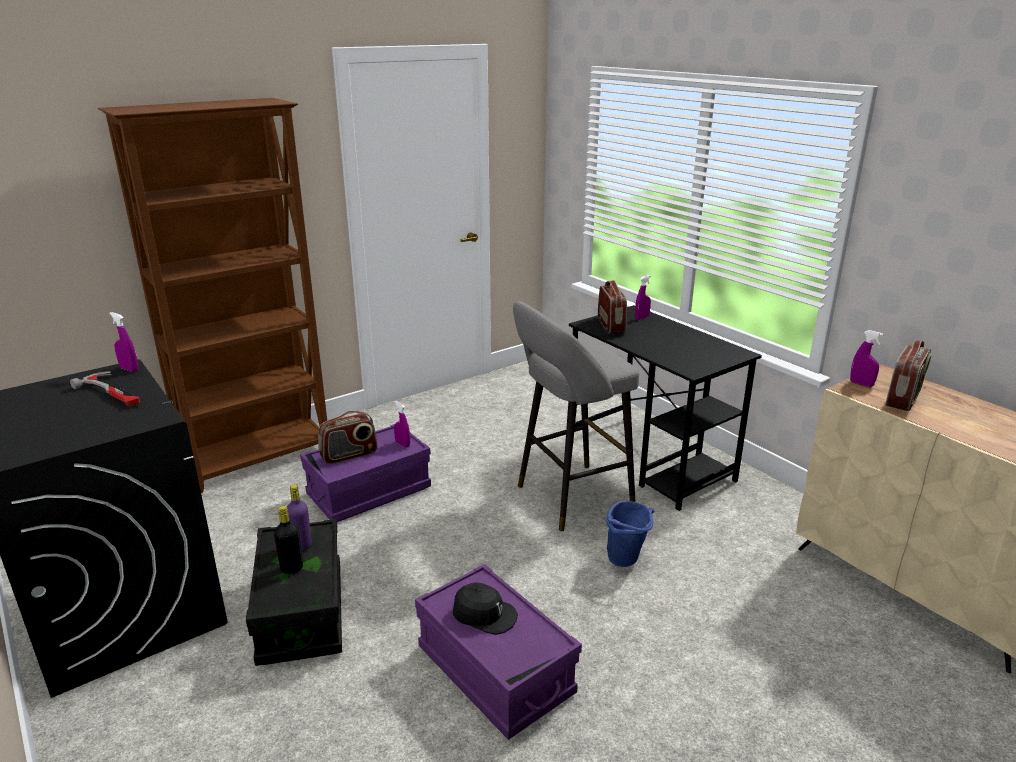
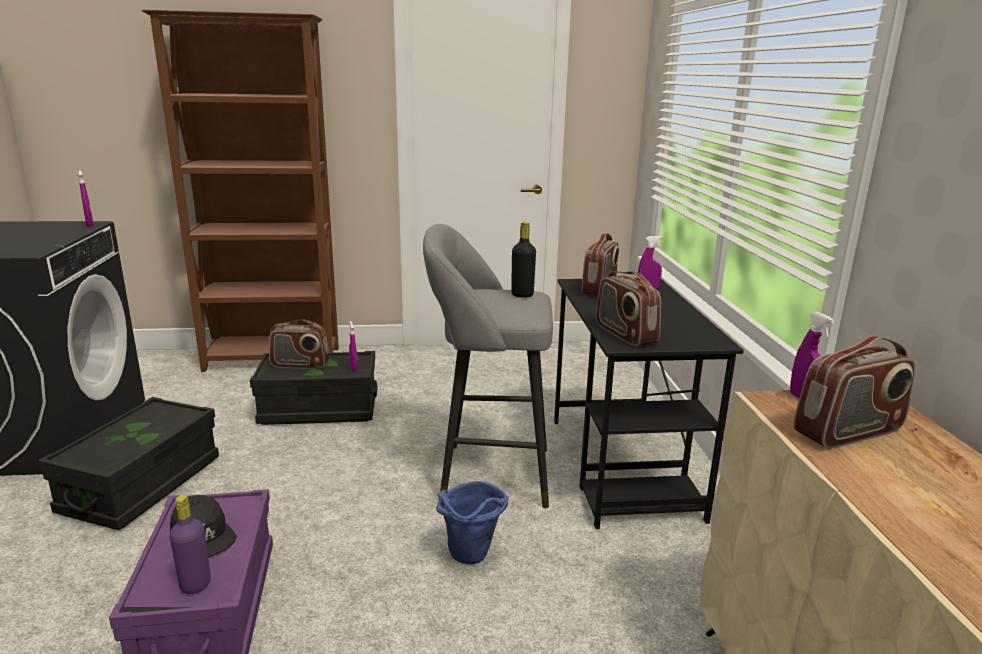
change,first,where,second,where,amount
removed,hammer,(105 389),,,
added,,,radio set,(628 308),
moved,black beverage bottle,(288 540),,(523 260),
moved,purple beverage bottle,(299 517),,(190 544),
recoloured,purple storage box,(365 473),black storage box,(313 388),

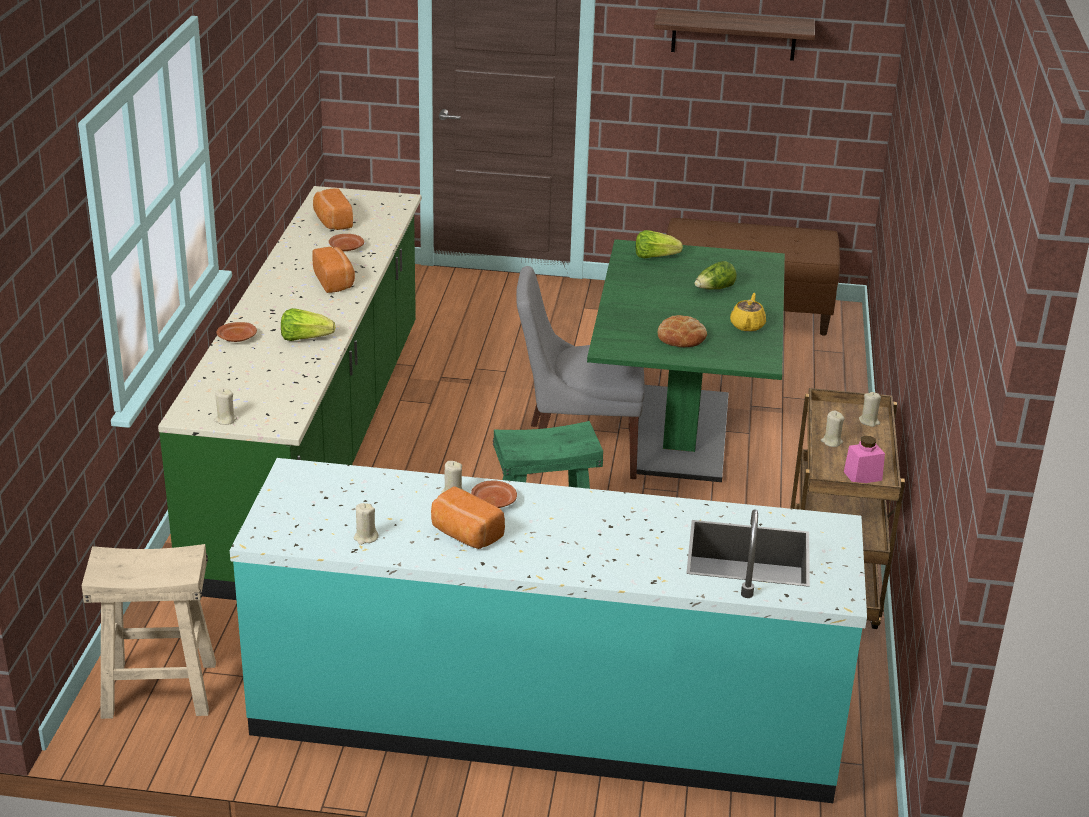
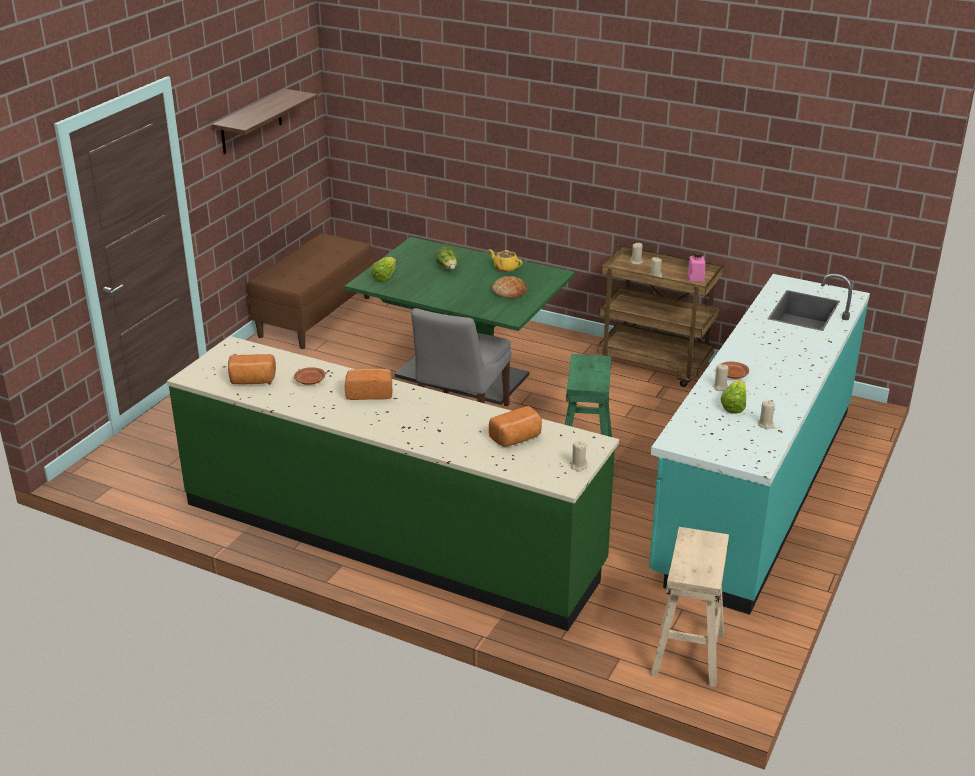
change,first,where,second,where,amount
removed,brown-coloured dinner plate,(237 332),,,
moved,lettuce,(308 324),,(733 397),
moved,bakery bread,(468 517),,(515 426),

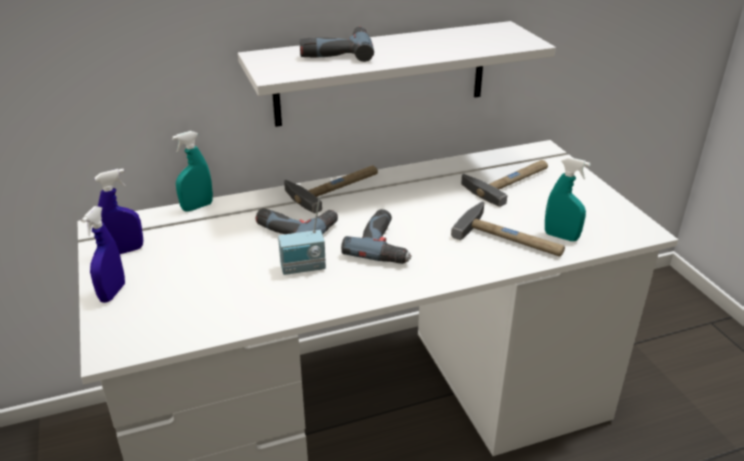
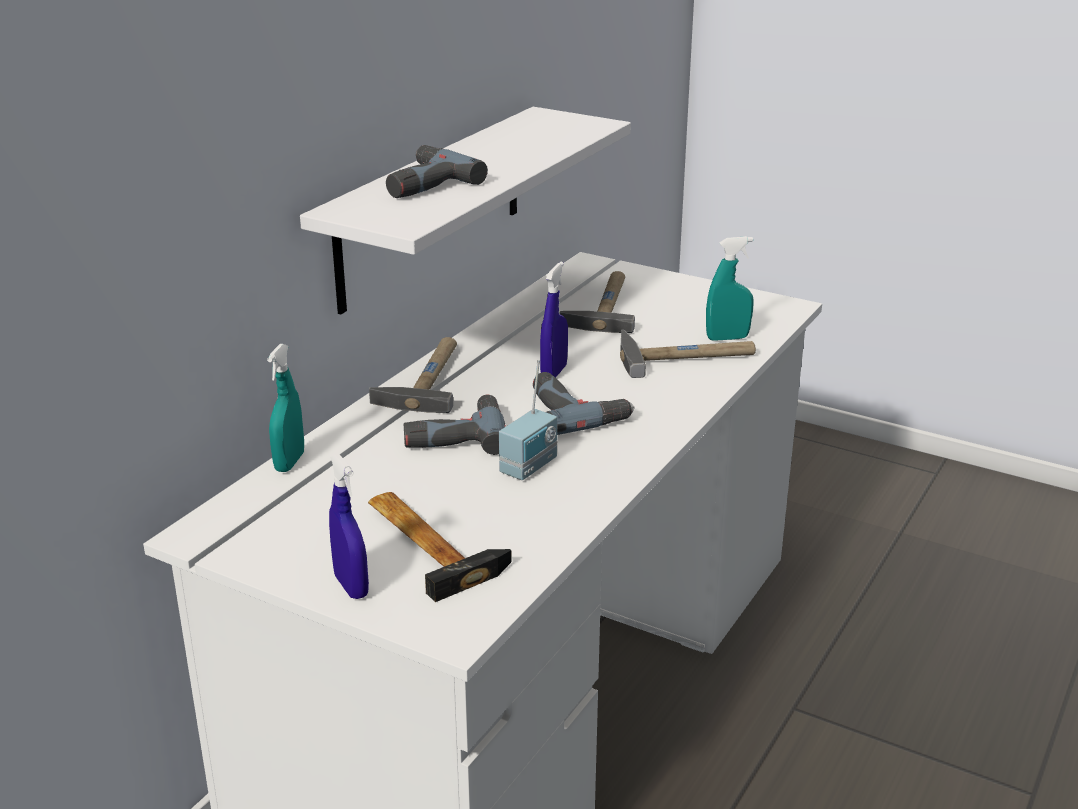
change,first,where,second,where,amount
added,,,hammer,(440 547),
moved,blue-coloured hand sprayer,(118 211),,(554 320),

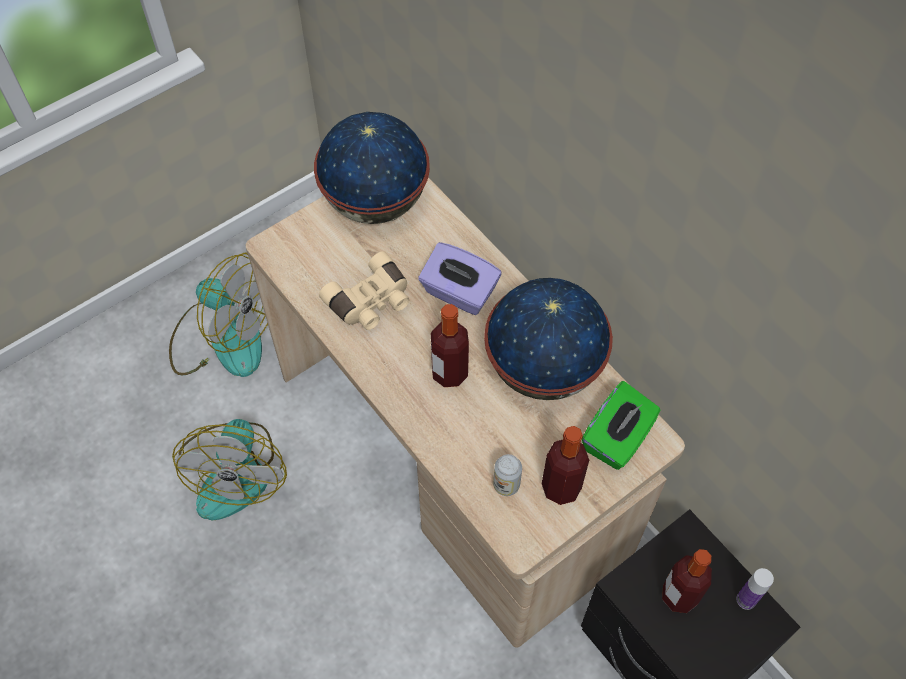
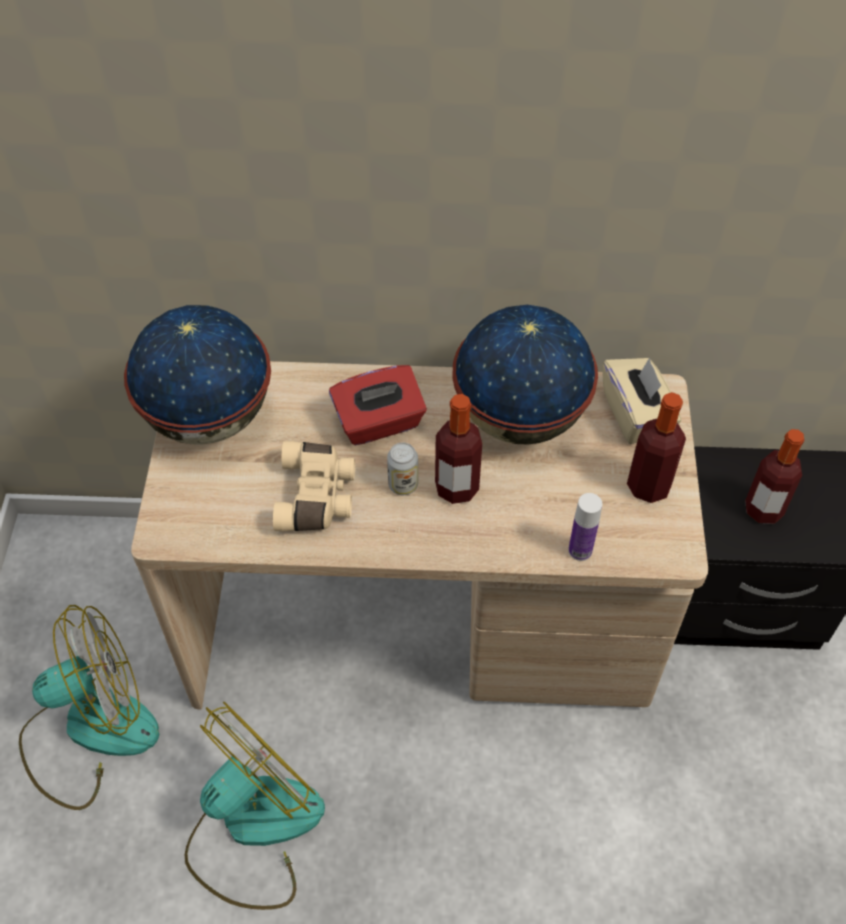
change,first,where,second,where,amount
moved,metal can,(507 475),,(402 468),
moved,beverage bottle,(755 589),,(585 527),
recoloured,purple tissue holder,(459 278),red-coloured tissue holder,(378 405),
recoloured,green-coloured tissue holder,(621 425),beige-coloured tissue holder,(642 401),
turned,cooling fan,(229 469),,(255 806),90 degrees counterclockwise

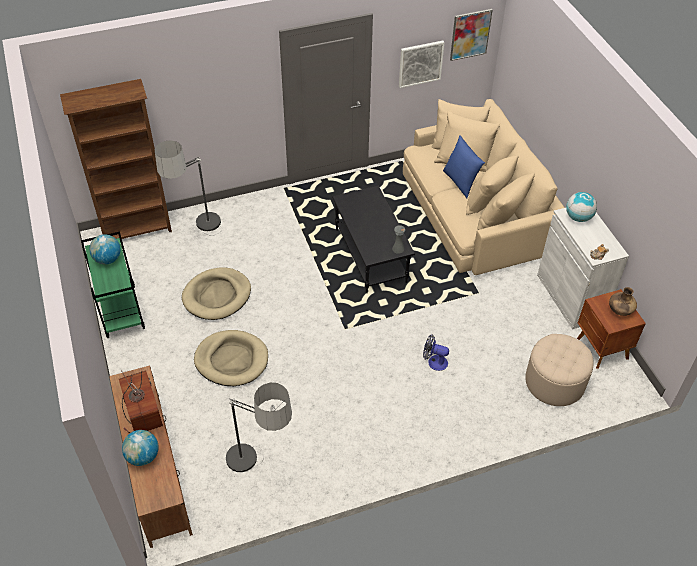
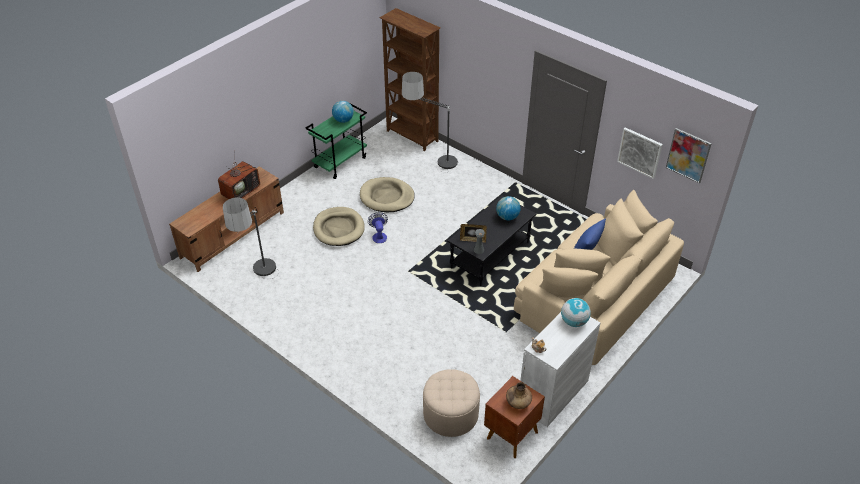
change,first,where,second,where,amount
added,,,standing frame,(473 233),
moved,globe,(140 448),,(508 208),
moved,cooling fan,(436 352),,(378 227),

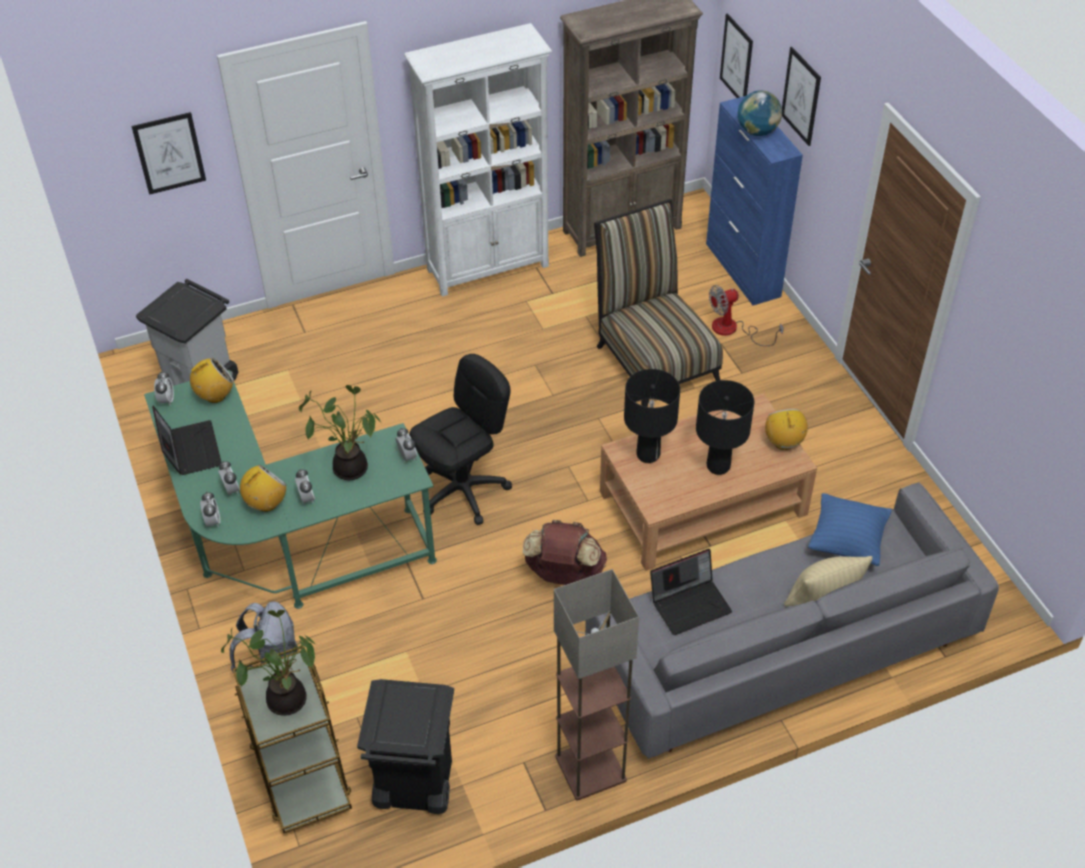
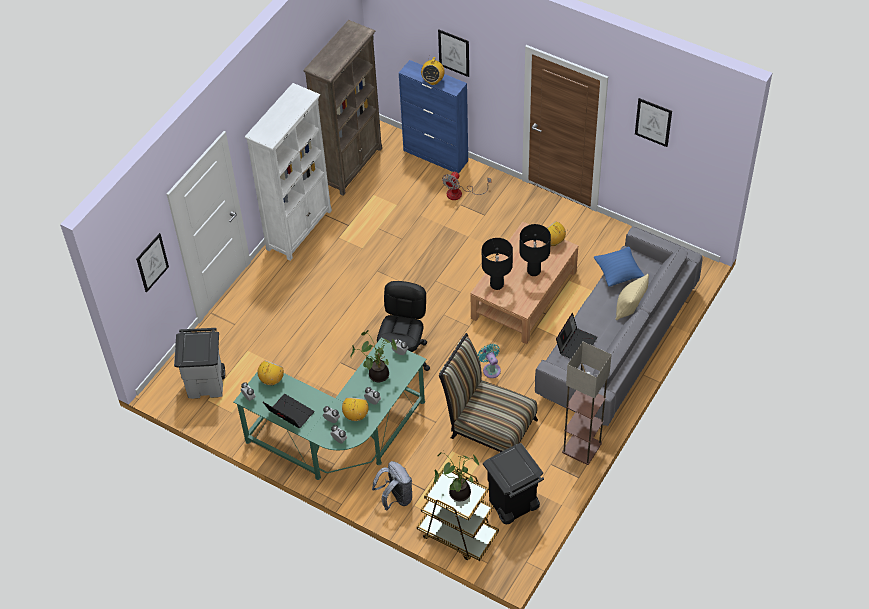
change,first,where,second,where,amount
moved,upright chair,(658 303),,(488 392),
moved,wall art,(736 55),,(653 122),
replaced,brown-coloured knapsack,(565 552),turquoise cooling fan,(489 361),
replaced,globe,(759 113),radio set,(433 71),

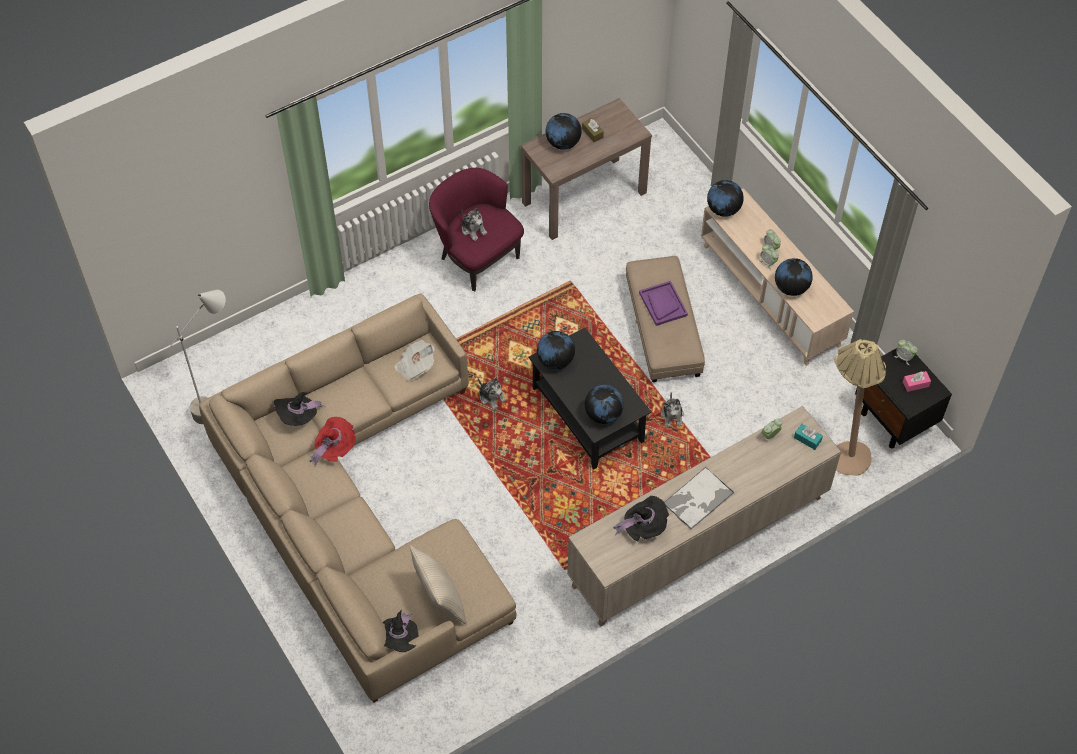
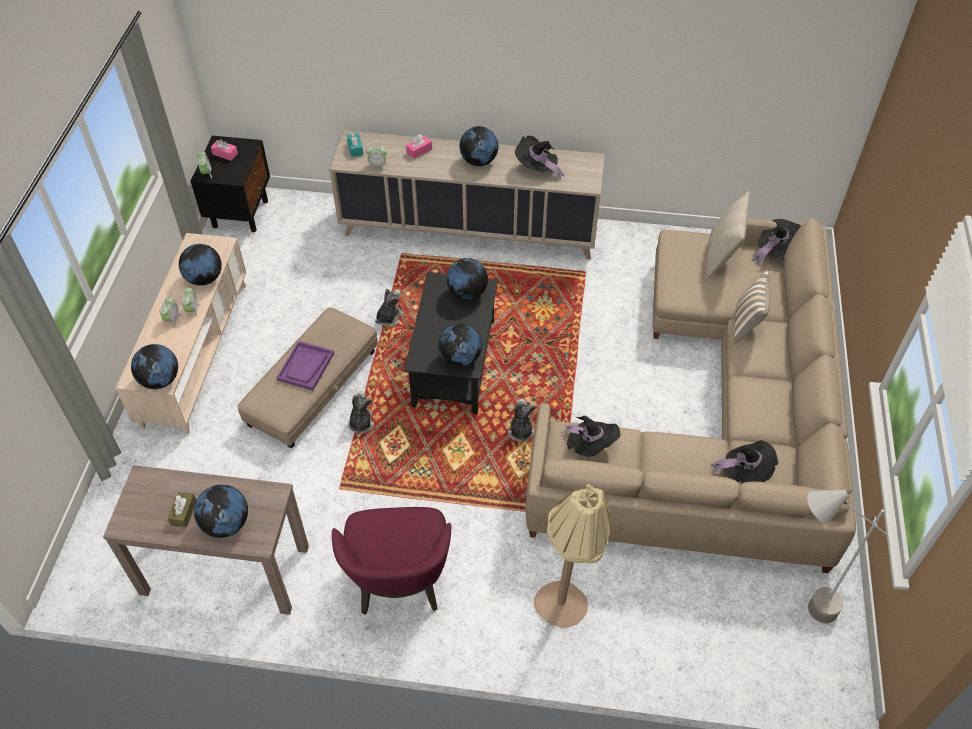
change,first,where,second,where,amount
removed,red-coloured clothing hat,(333 441),,,
added,,,pink tissue holder,(419 146),
added,,,pillow,(752 307),
moved,soft toy,(474 224),,(361 412),
moved,beige-coloured standing lamp,(860 407),,(572 556),
replaced,printed paper,(414 360),black clothing hat,(590 436),
replaced,serving tray,(699 498),globe,(478 146),

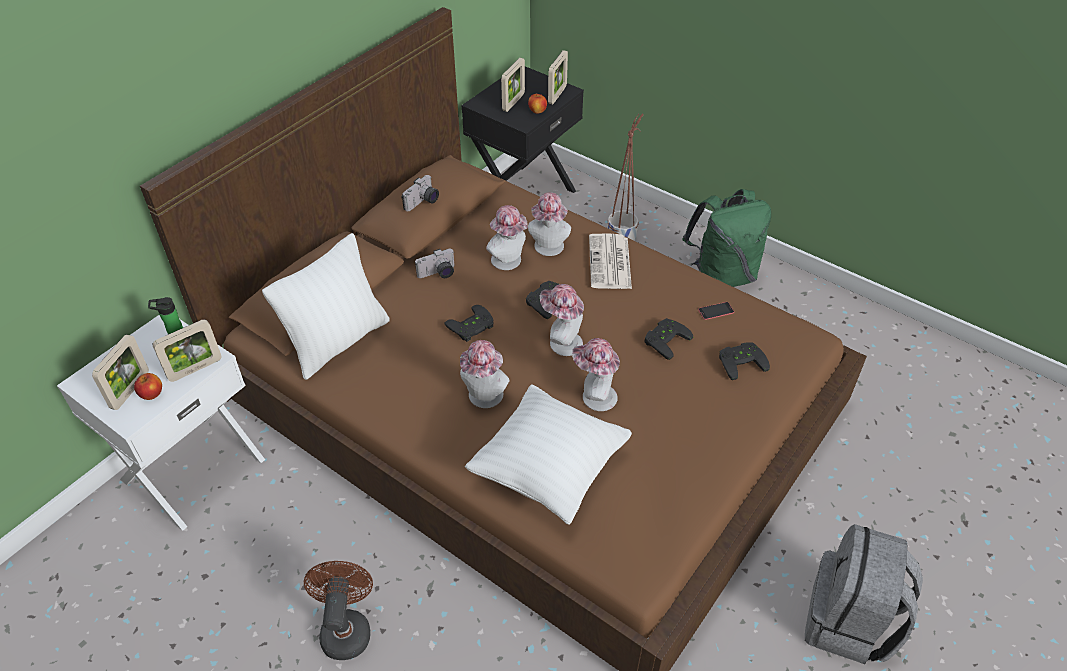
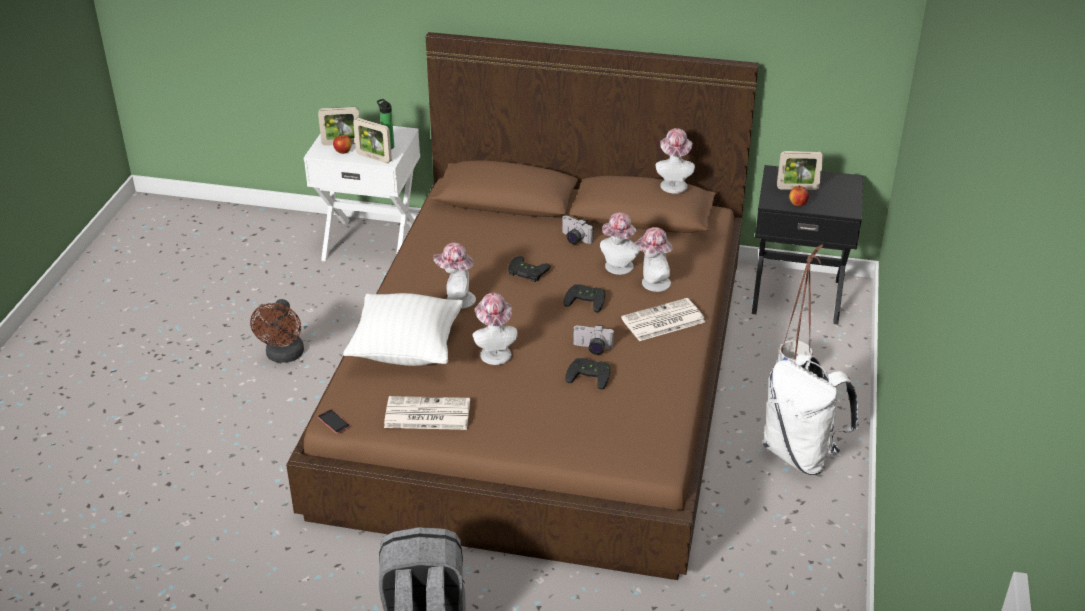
change,first,where,second,where,amount
removed,white-coloured pillow,(326 306),,,
removed,standing frame,(558 77),,,
removed,black joypad,(744 361),,,
added,,,printed paper,(427 413),
moved,still camera,(420 193),,(593 340),
moved,clothing hat,(562 320),,(675 161),
moved,handset,(716 311),,(334 421),
recoloured,green-coloured knapsack,(726 238),white-coloured knapsack,(811 414),
turned,brown-coloured cooling fan,(338 610),,(277 331),120 degrees clockwise

